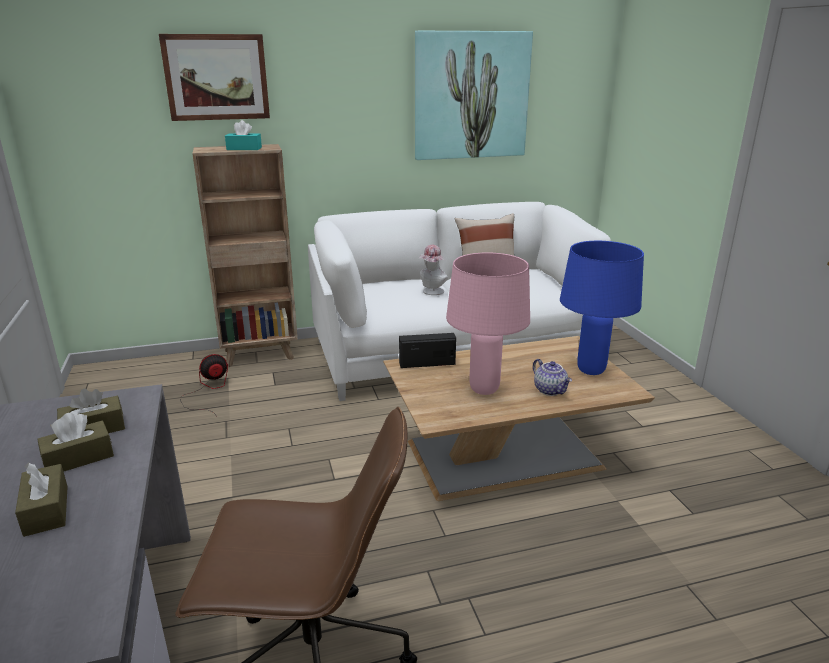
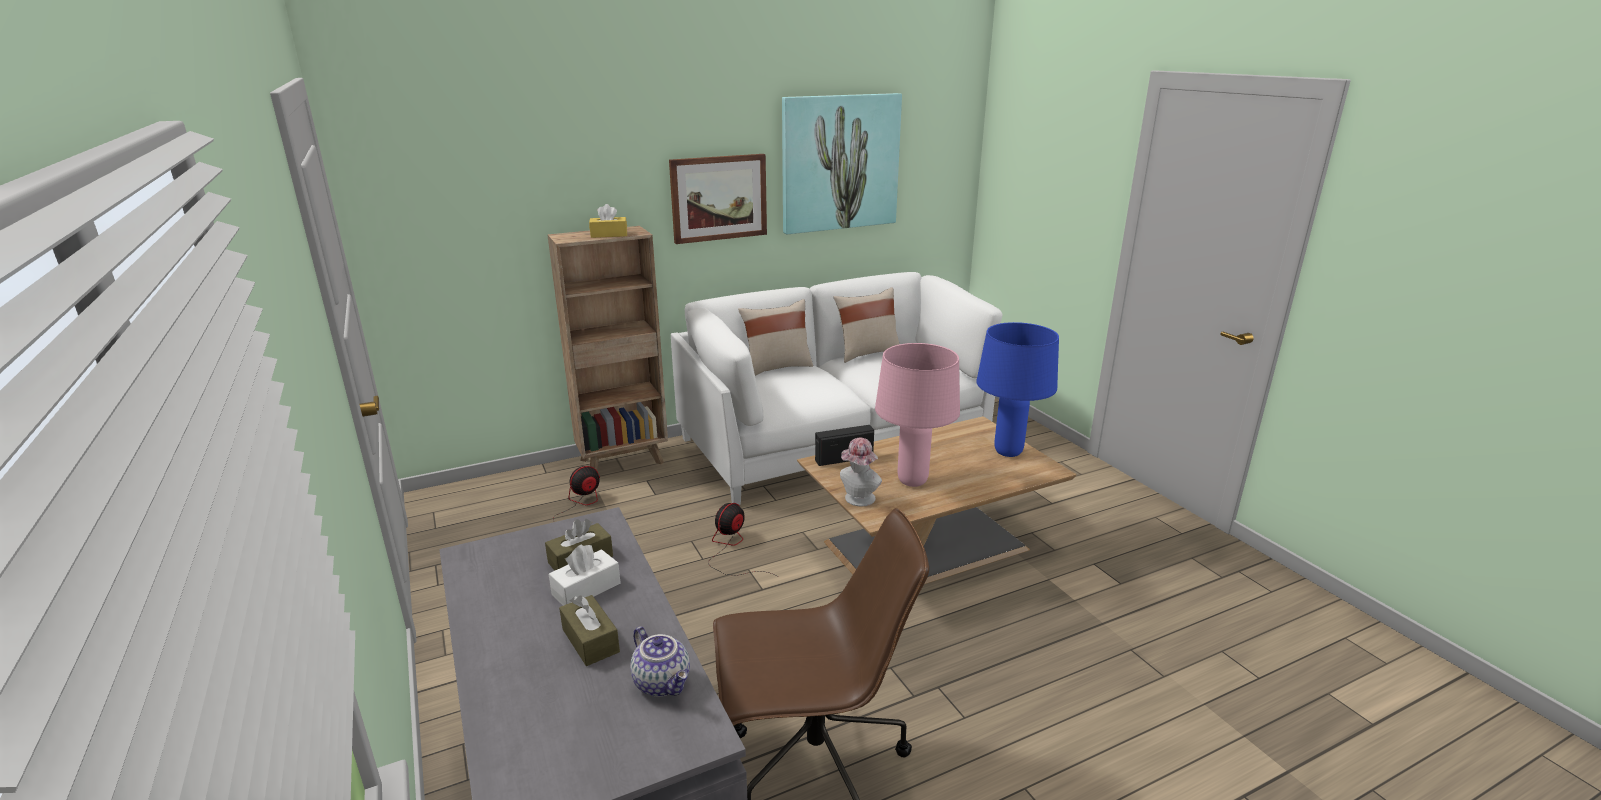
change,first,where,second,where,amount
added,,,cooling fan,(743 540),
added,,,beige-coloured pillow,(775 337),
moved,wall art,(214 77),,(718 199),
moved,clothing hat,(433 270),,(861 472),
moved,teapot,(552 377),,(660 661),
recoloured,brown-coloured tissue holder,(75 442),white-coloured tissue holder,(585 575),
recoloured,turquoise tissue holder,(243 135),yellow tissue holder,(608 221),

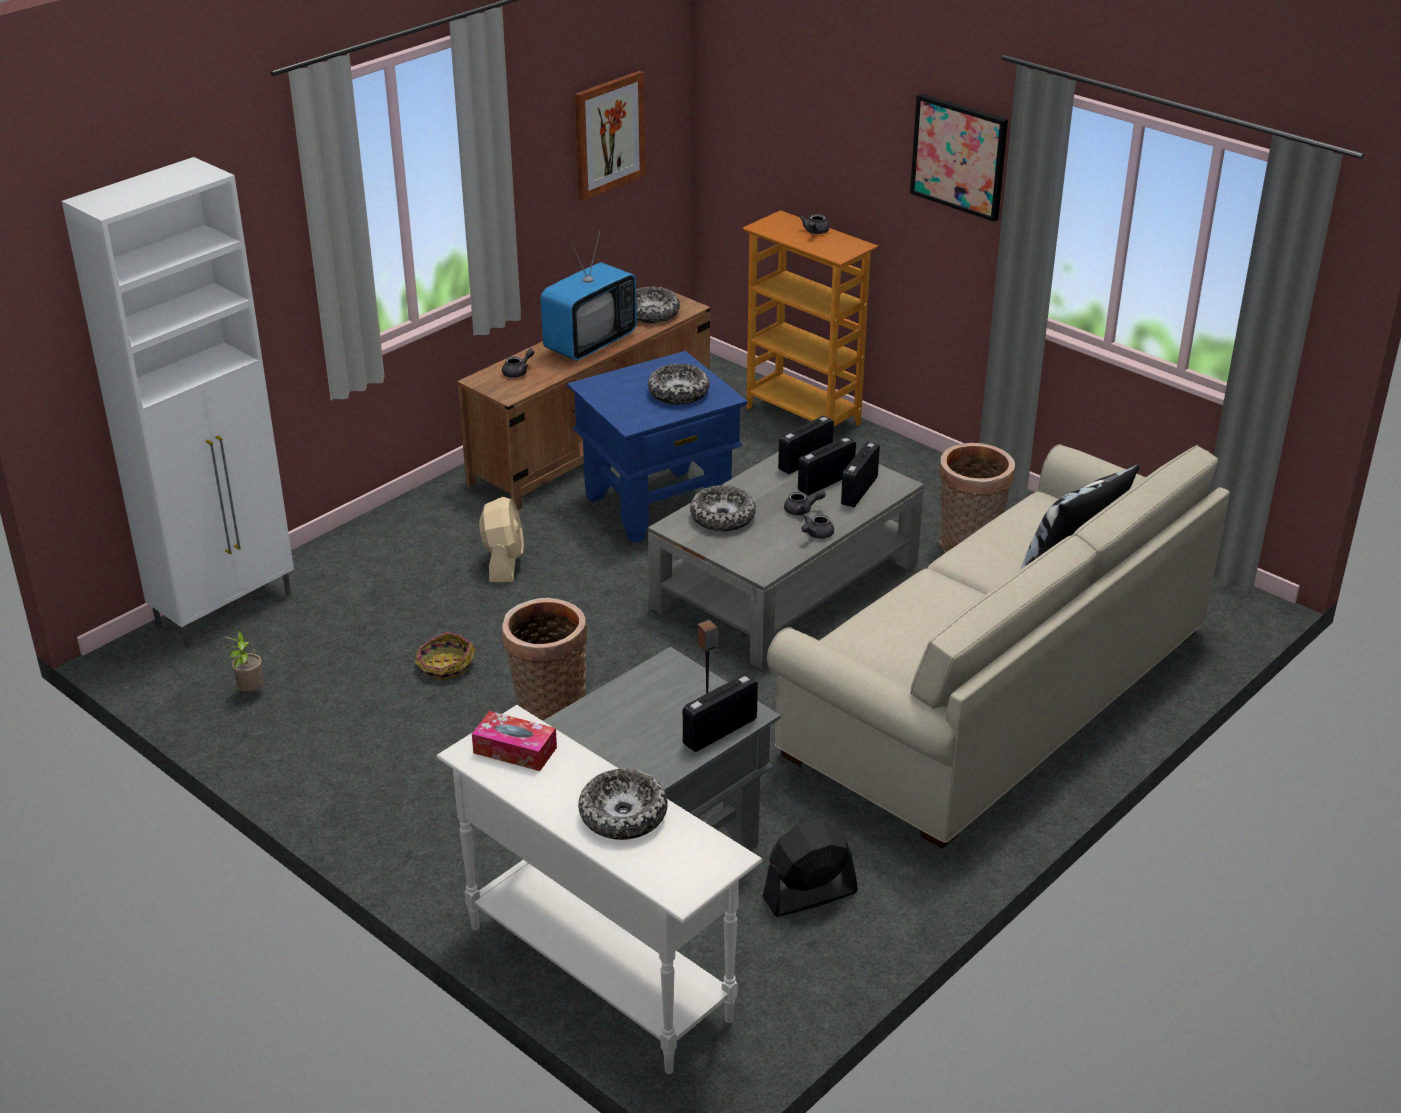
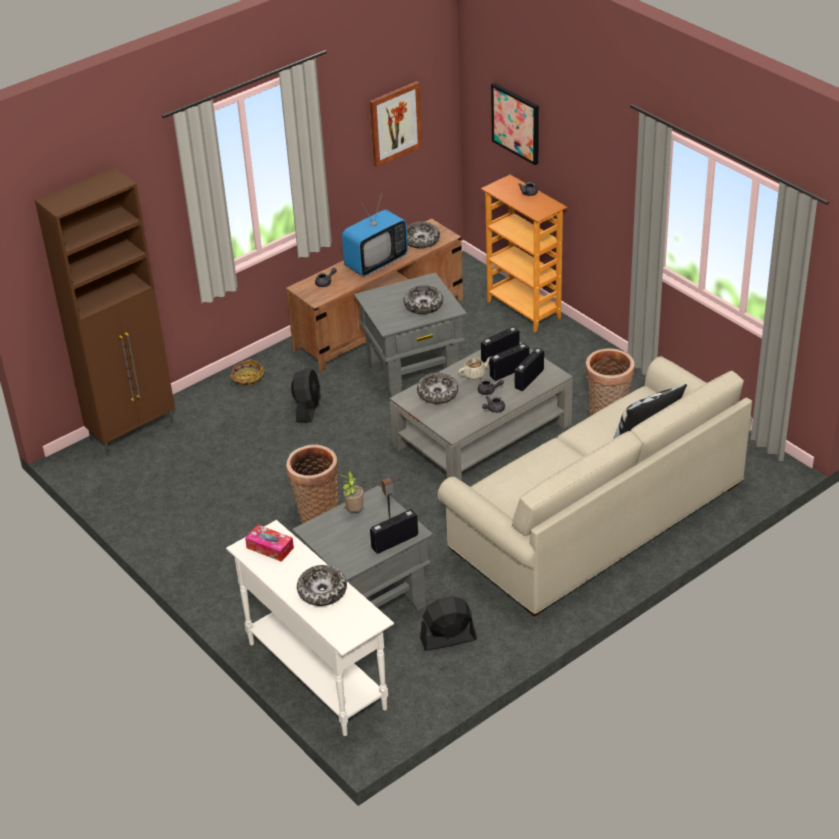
change,first,where,second,where,amount
added,,,beige-coloured teapot,(474 368),
moved,plant in a pot,(243 661),,(351 491),
moved,household basket,(445 656),,(247 373),
moved,wall art,(959 158),,(515 124),
recoloured,white-coloured cabinet,(178 403),brown-coloured cabinet,(105 312),
recoloured,beige-coloured cooling fan,(501 539),black cooling fan,(306 395),
recoloured,blue-coloured side table,(657 447),grey side table,(410 334),

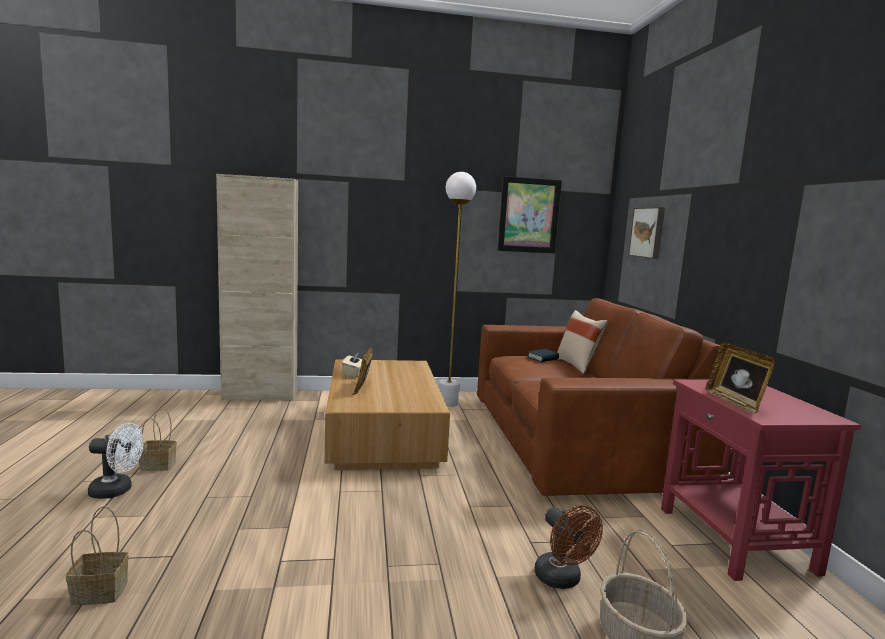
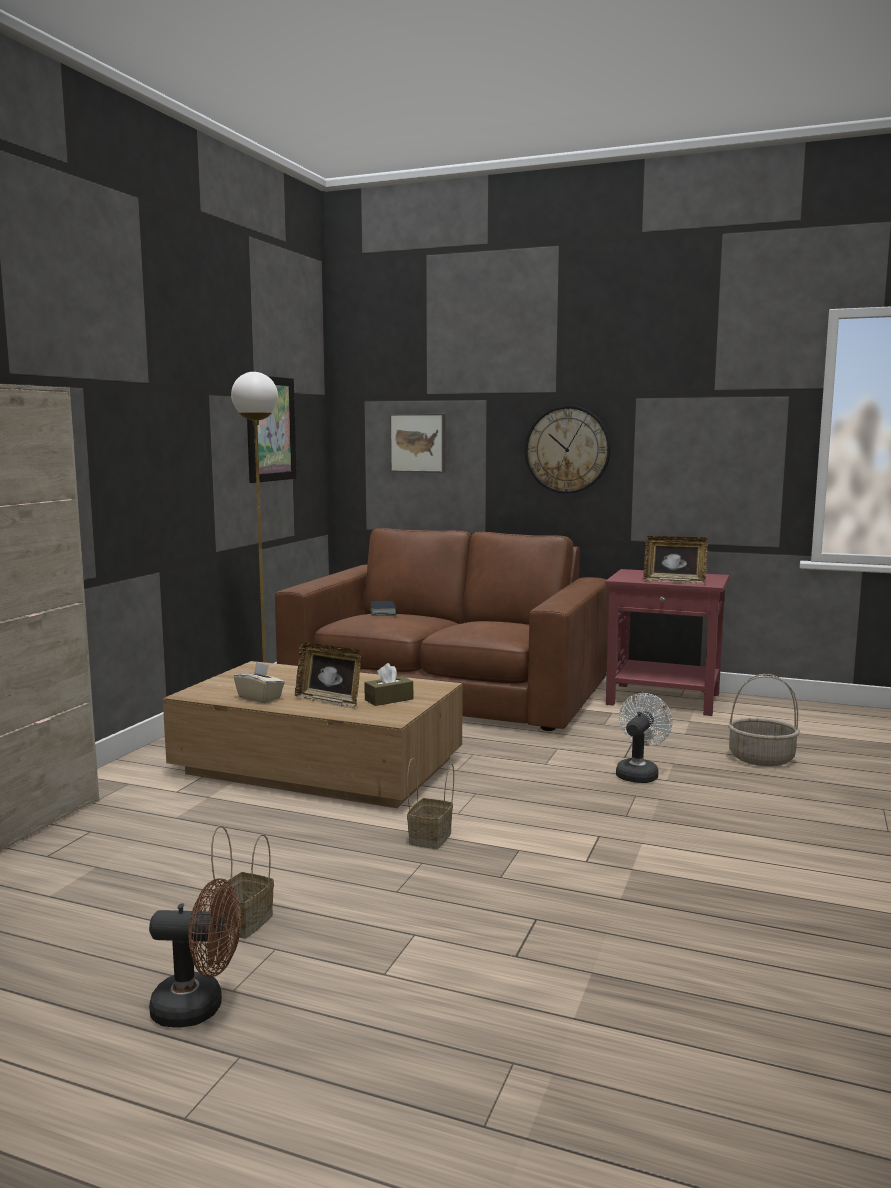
change,first,where,second,where,amount
removed,beige-coloured pillow,(582 342),,,
added,,,brown-coloured tissue holder,(388 684),
added,,,wall clock,(568 449),
moved,household basket,(97 555),,(430 803),
moved,white-coloured cooling fan,(116 461),,(644 738),
moved,brown-coloured cooling fan,(568 547),,(195 953),

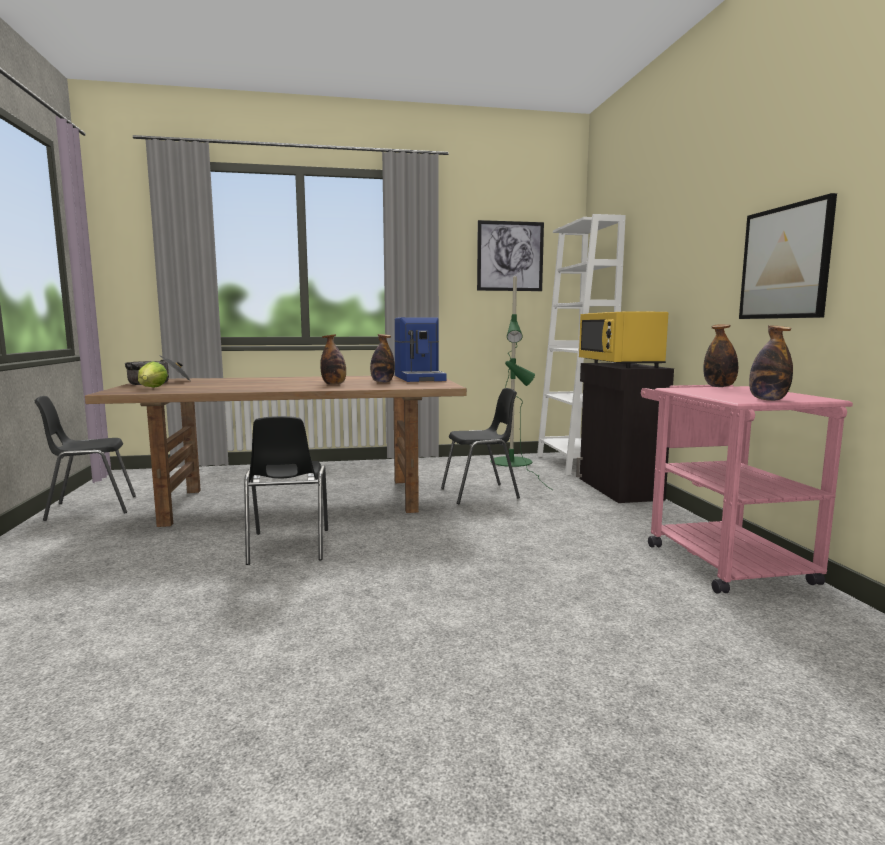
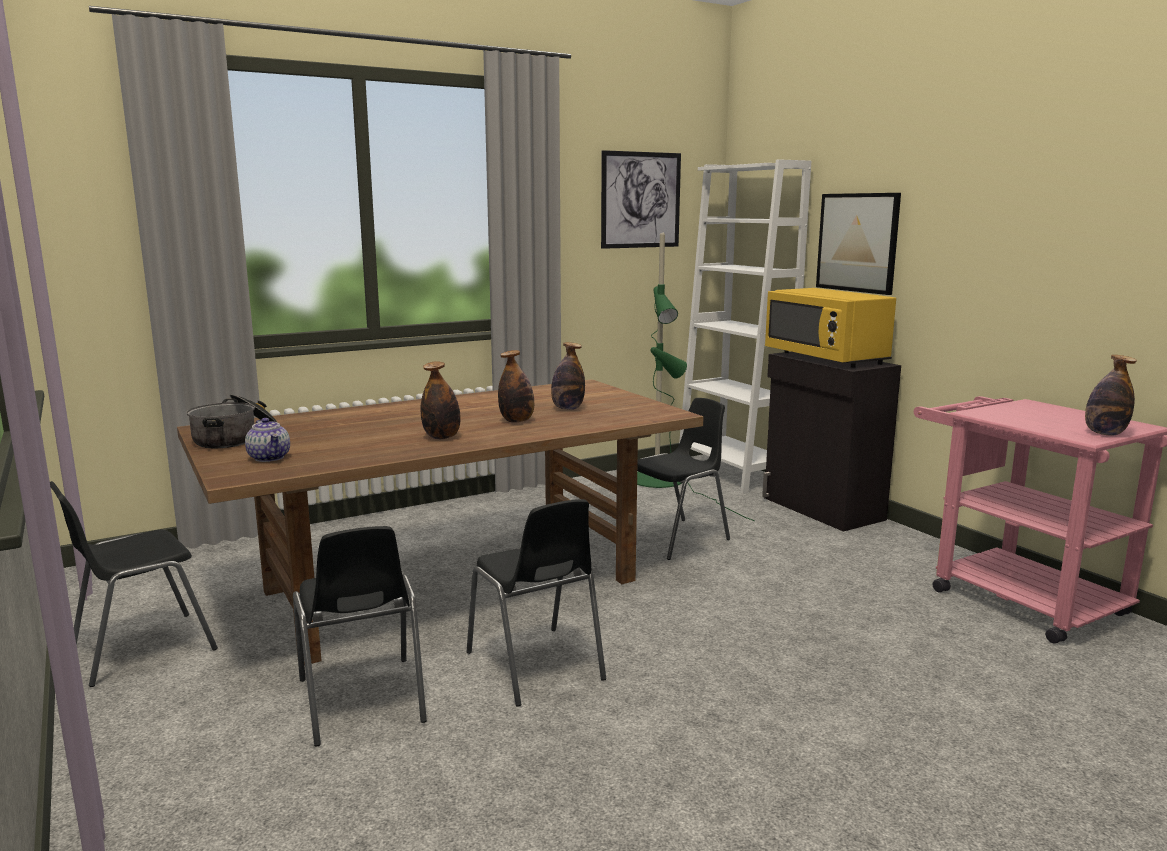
change,first,where,second,where,amount
removed,coffee maker,(420 349),,,
added,,,black upright chair,(360 636),
moved,beverage bottle,(720 355),,(441 400),
moved,wall art,(788 256),,(858 244),
replaced,lettuce,(153 374),teapot,(267 440),

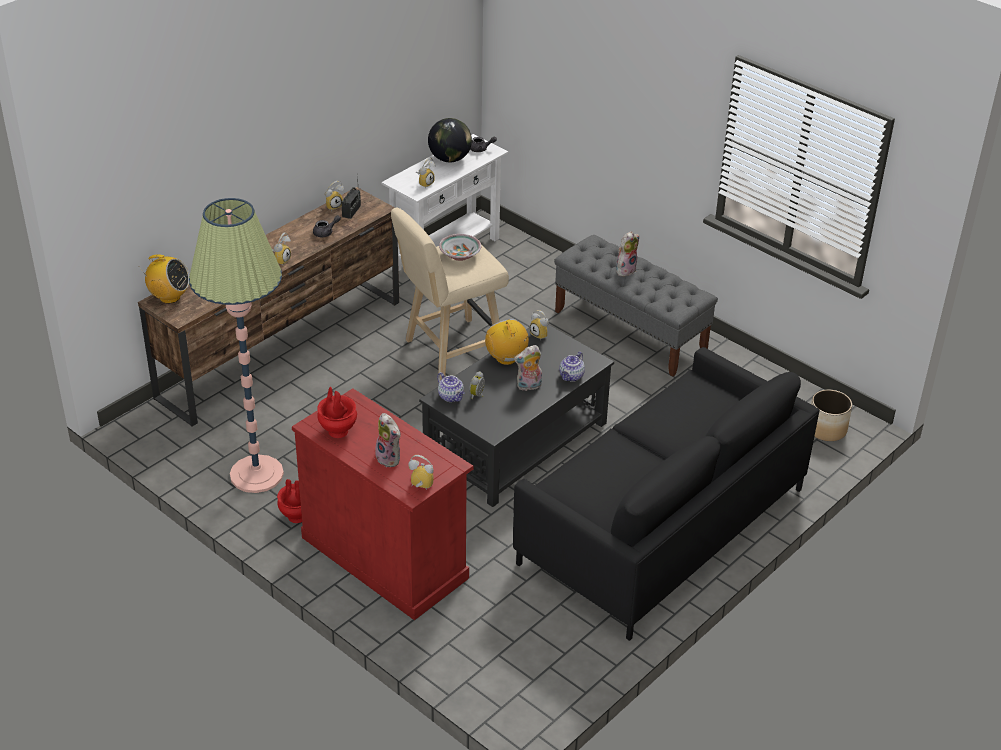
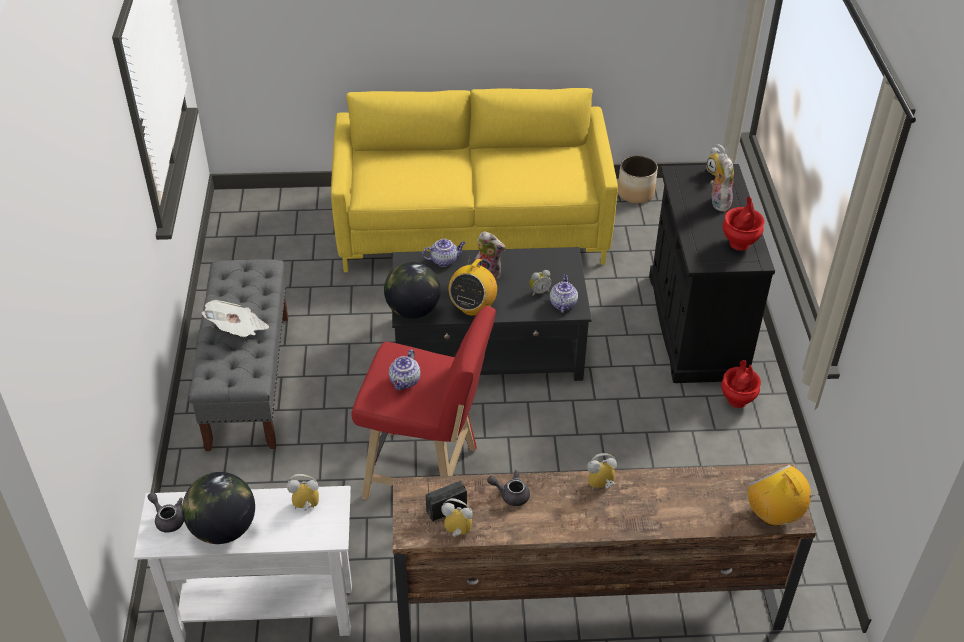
change,first,where,second,where,amount
removed,standing lamp,(236 345),,,
moved,flower pot,(831 415),,(638 179),
replaced,deep dish,(460 247),teapot,(405 369),
replaced,alarm clock,(539 325),globe,(412 290),
replaced,soft toy,(627 253),printed paper,(235 318),
recoloured,red-coloured cabinet,(383 504),black cabinet,(712 273),
recoloured,beige-coloured stool seat,(450 294),red-coloured stool seat,(423 403),
recoloured,black sofa,(666 494),yellow sofa,(474 180),

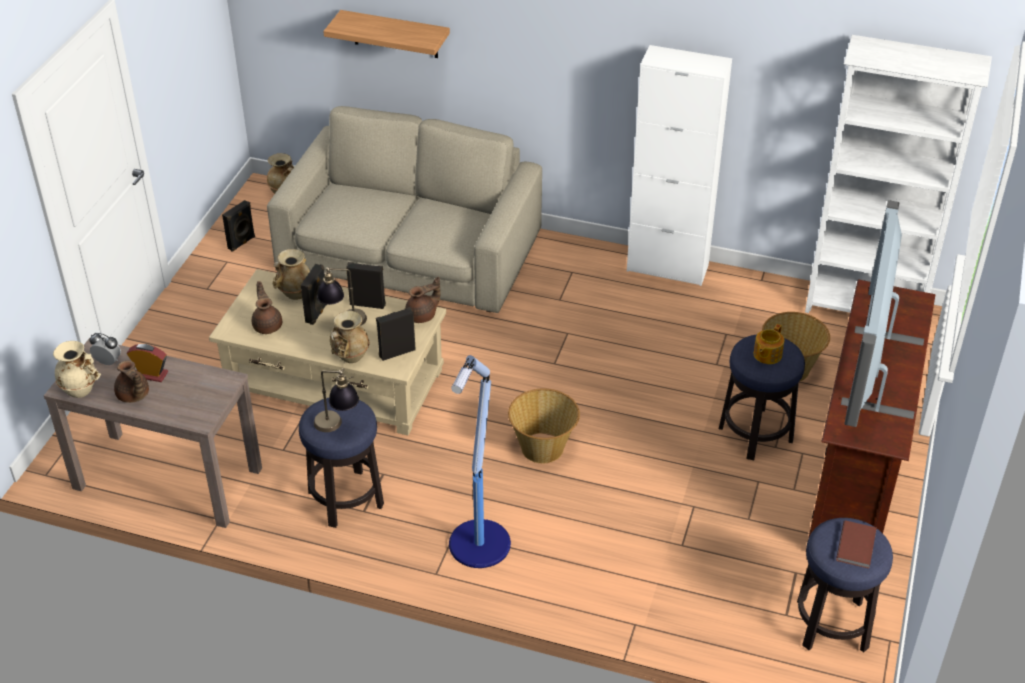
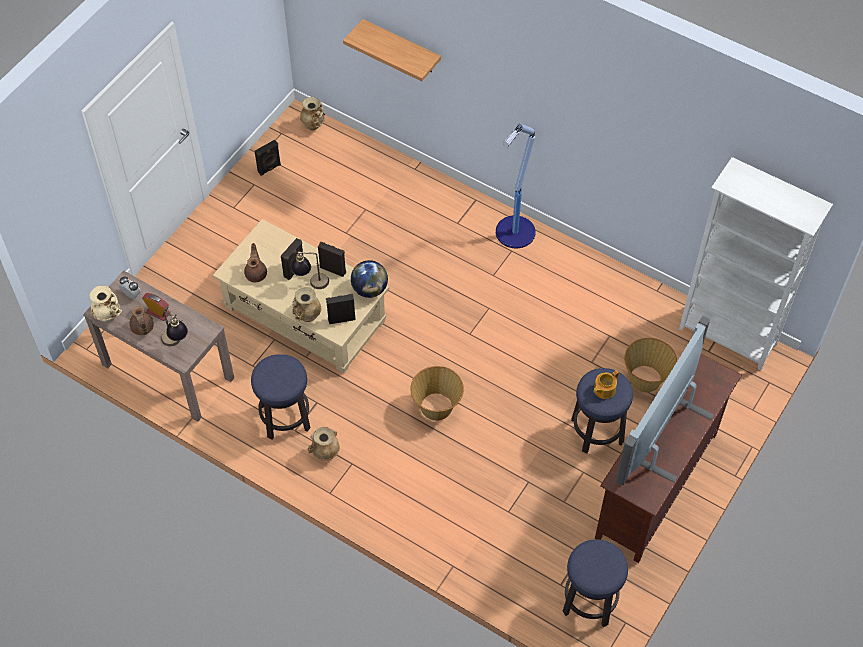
change,first,where,second,where,amount
removed,beige-coloured sofa,(404 209),,,
removed,white-coloured cabinet,(679 165),,,
removed,brown-coloured volume,(856 544),,,
moved,beige-coloured decorative vase,(291 274),,(324 443),
moved,tabletop lamp,(336 400),,(174 328),
moved,standing lamp,(480 461),,(516 185),
replaced,brown-coloured teapot,(423 300),globe,(369 279),

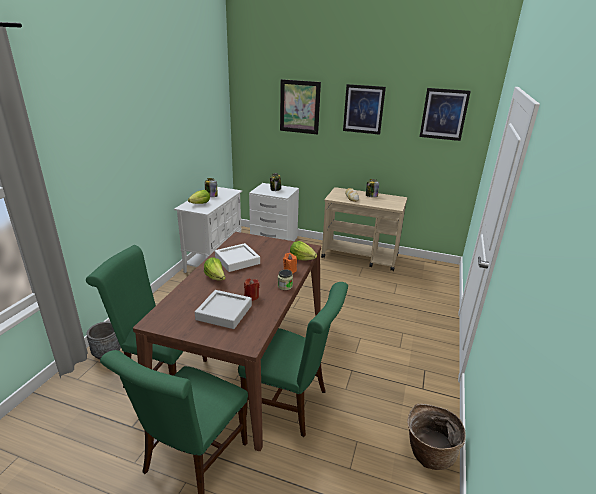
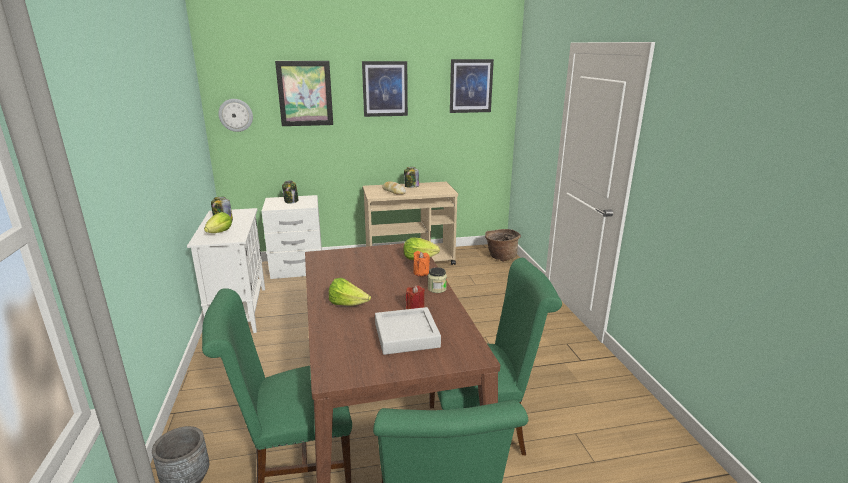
change,first,where,second,where,amount
removed,white-coloured serving tray,(237 257),,,
added,,,wall clock,(235 115),
moved,household basket,(436 436),,(503 245),

